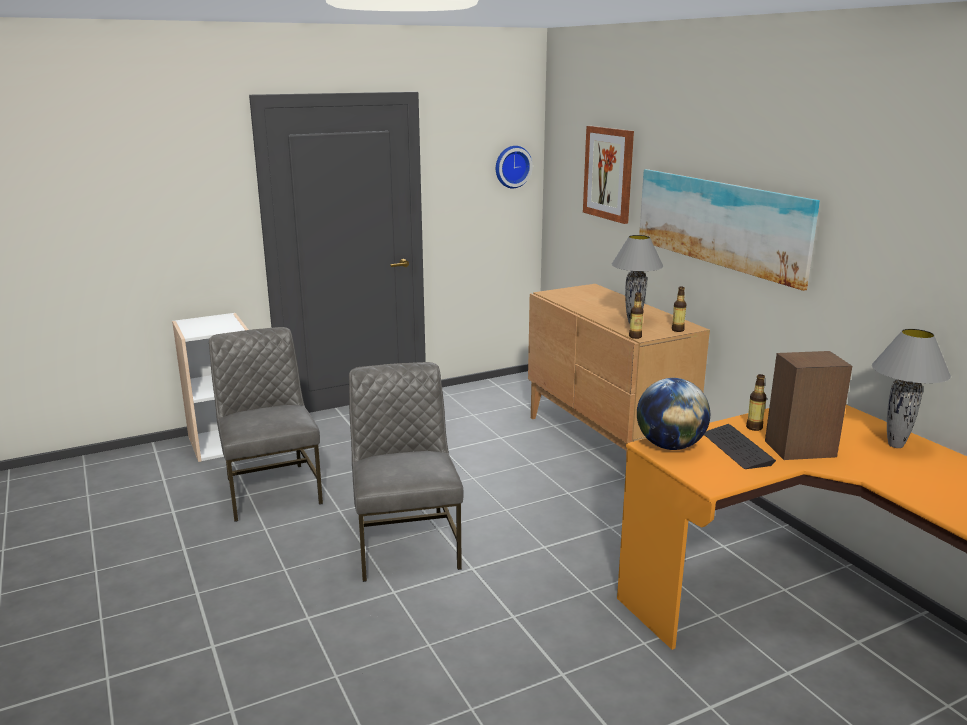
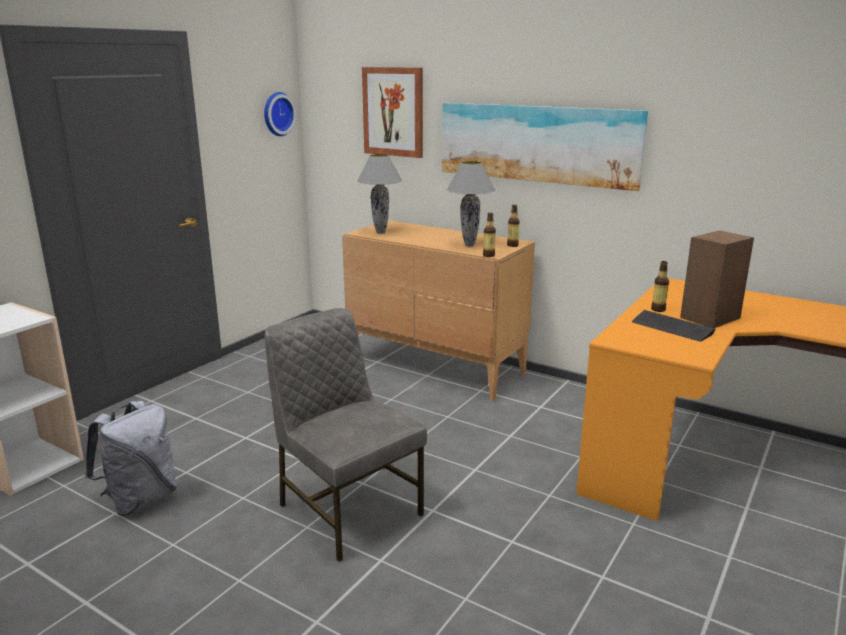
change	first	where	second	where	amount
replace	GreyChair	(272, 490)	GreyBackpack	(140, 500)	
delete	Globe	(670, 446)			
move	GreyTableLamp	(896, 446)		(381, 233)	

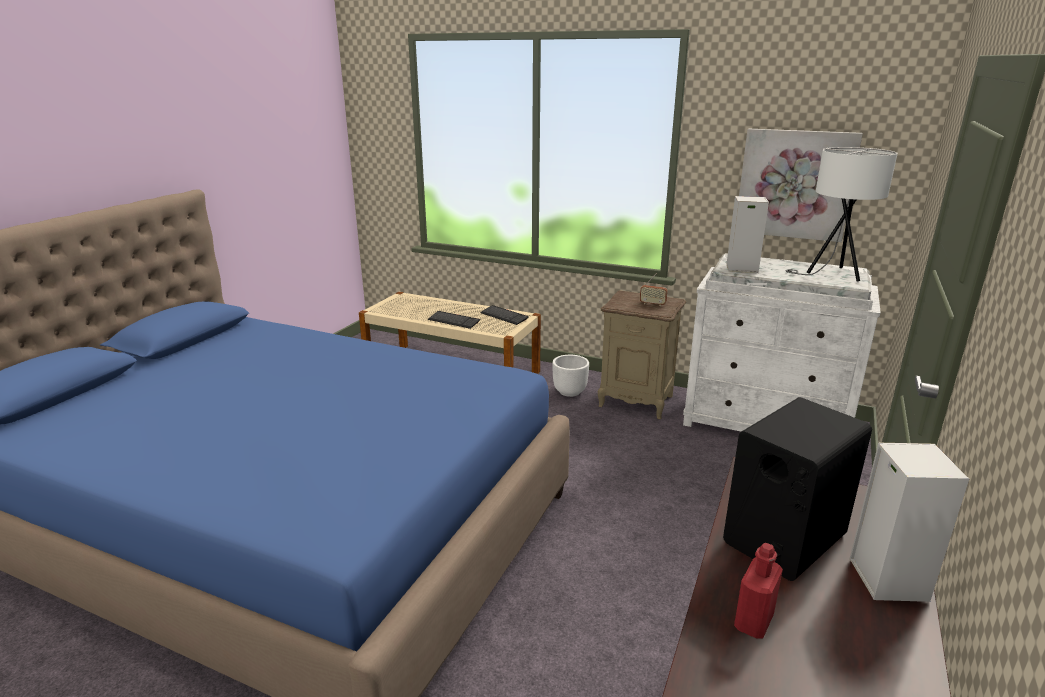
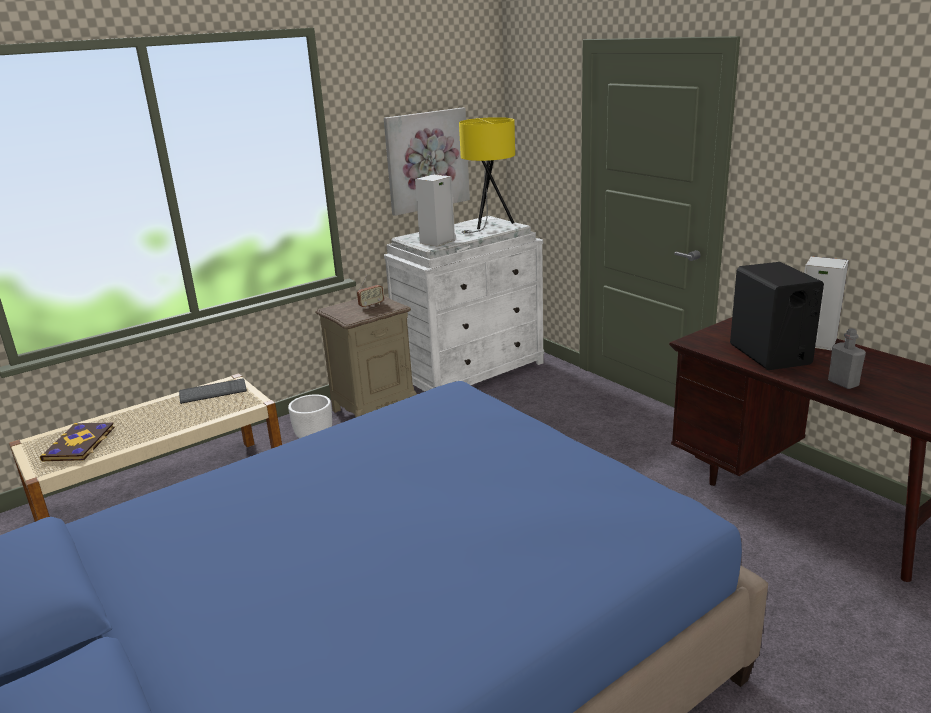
change	first	where	second	where	amount
delete	Keyboard	(454, 321)			
recolor	RedBottle	(753, 622)	GreyBottle	(843, 383)	
recolor	WhiteTableLamp	(831, 275)	YellowTableLamp	(488, 225)	
insert			Book	(80, 444)	

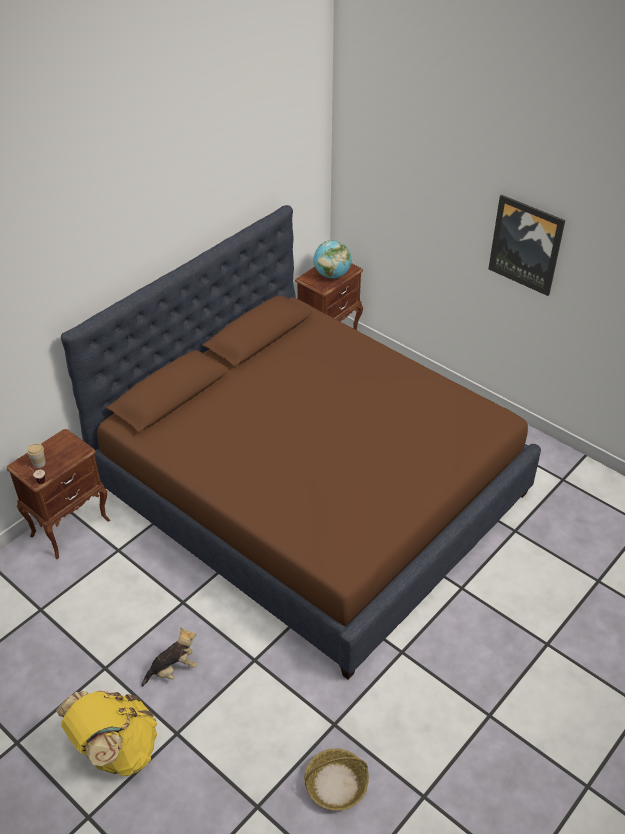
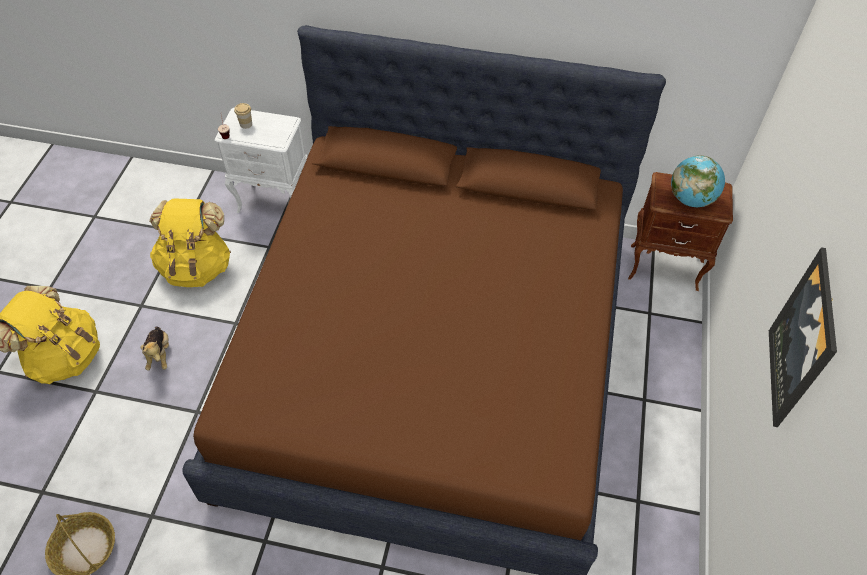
change	first	where	second	where	amount
recolor	BrownNightstand	(70, 528)	WhiteNightstand	(275, 202)	
rotate	PlushToy	(173, 669)		(159, 354)	45 degrees clockwise
insert			YellowBackpack	(197, 267)	

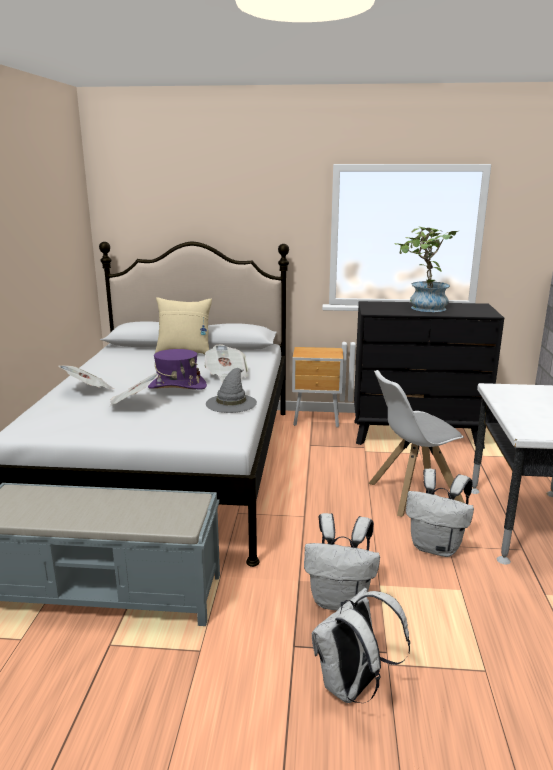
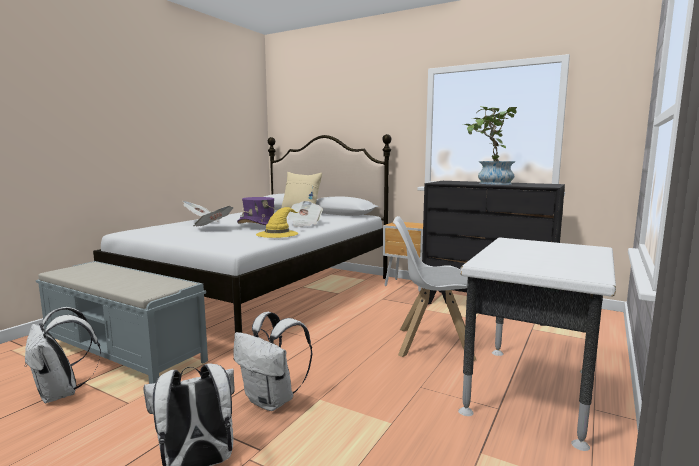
change	first	where	second	where	amount
recolor	GreyHat	(231, 403)	YellowHat	(277, 234)	
move	WhiteBackpack	(436, 547)		(62, 393)	

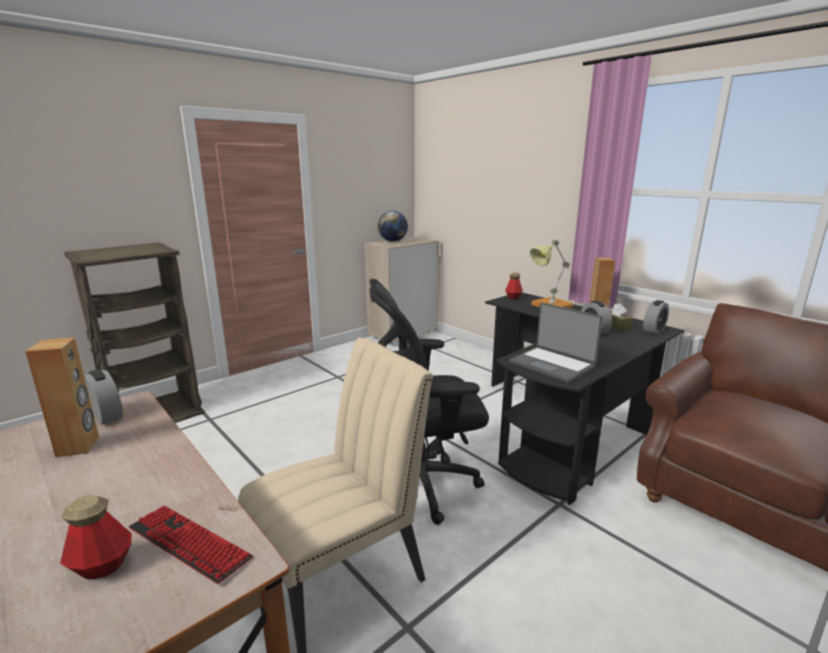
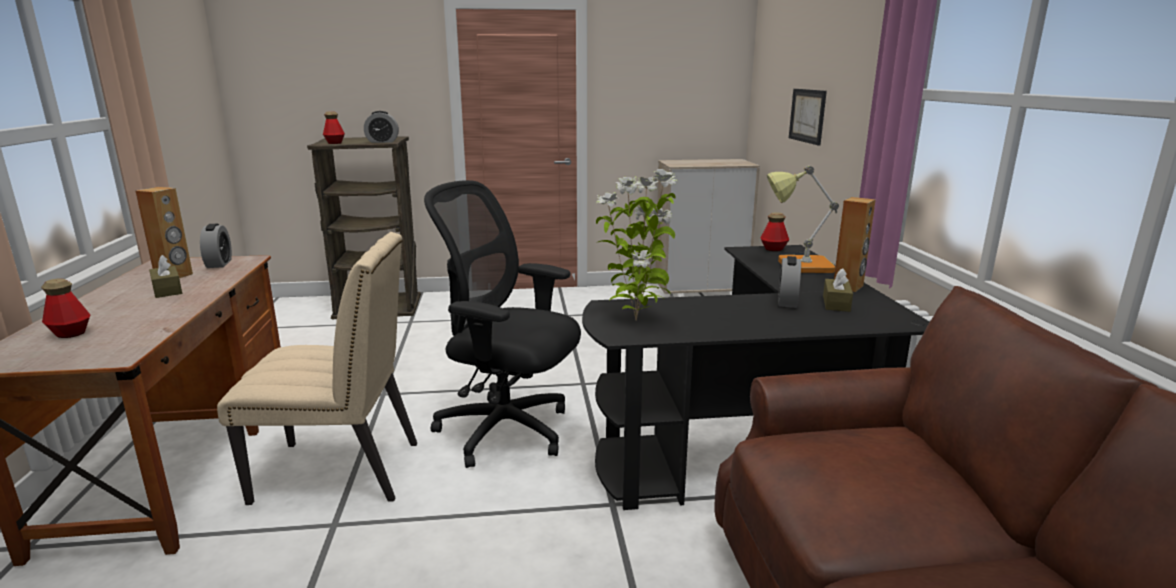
change	first	where	second	where	amount
delete	Keyboard	(189, 544)			
delete	Globe	(393, 241)			
replace	Laptop	(553, 365)	PottedPlant	(636, 319)	
move	AlarmClock	(654, 330)		(382, 142)	
insert			BrownTissueBox	(167, 290)	
insert			Bottle	(334, 143)	
insert			Picture	(807, 115)	

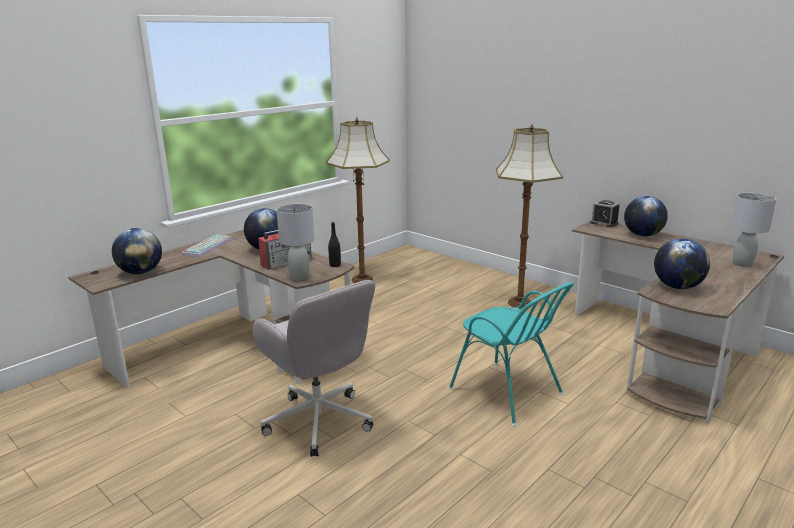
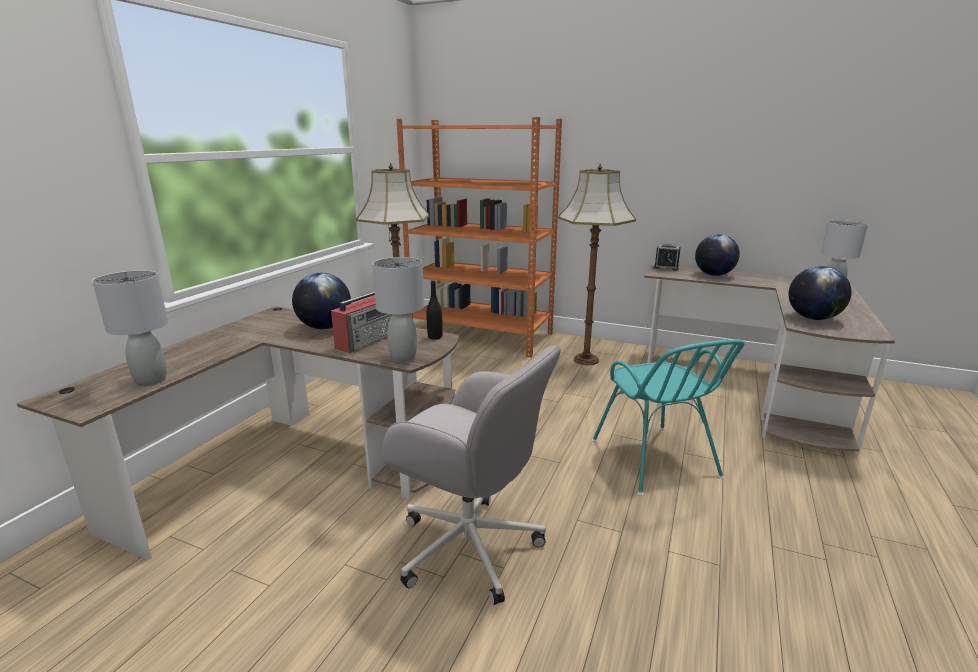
change	first	where	second	where	amount
replace	Globe	(141, 272)	GreyTableLamp	(151, 380)	
delete	Keyboard	(207, 246)			
rotate	TurquoiseChair	(508, 393)		(656, 461)	45 degrees clockwise
insert			OrangeBookcase	(481, 335)	

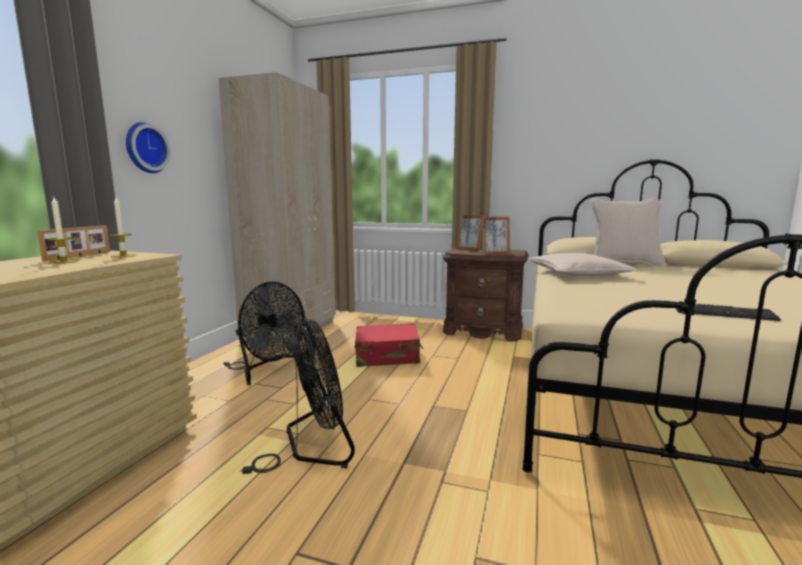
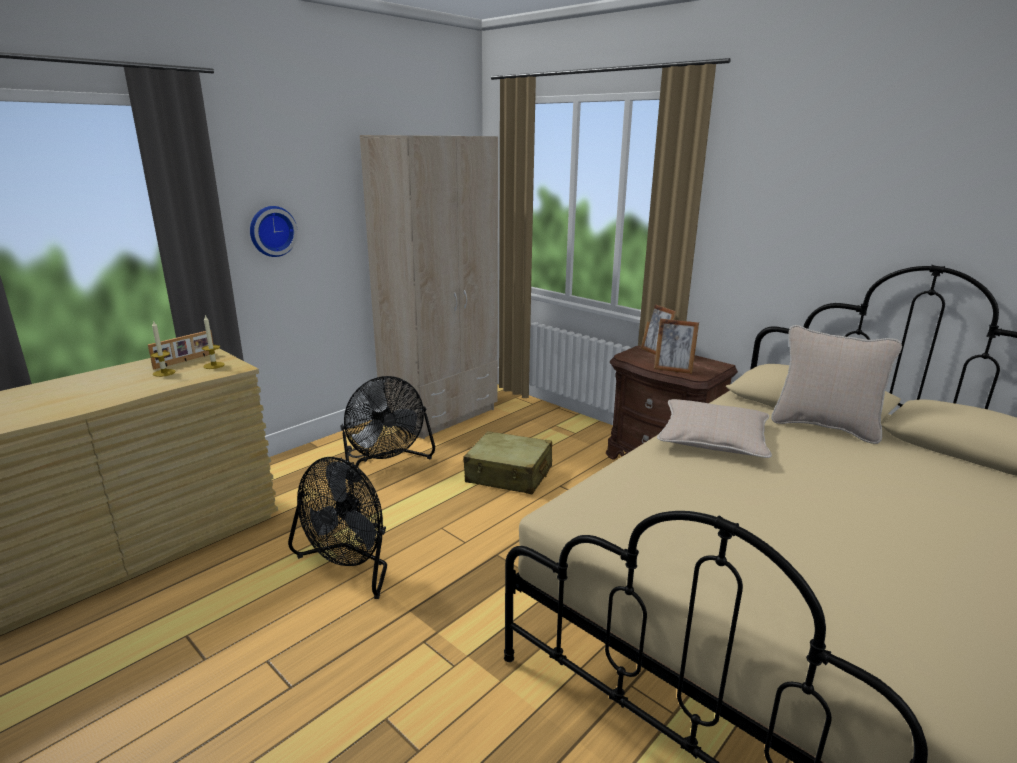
change	first	where	second	where	amount
rotate	BlackFan	(309, 443)		(350, 563)	120 degrees clockwise
recolor	RedSuitcase	(387, 356)	BeigeSuitcase	(509, 475)	
delete	Keyboard	(723, 313)			

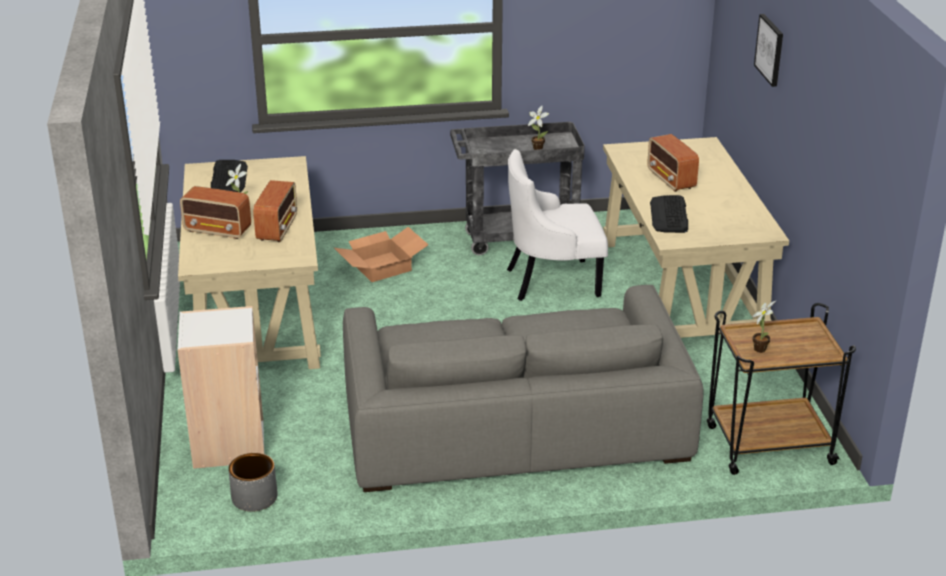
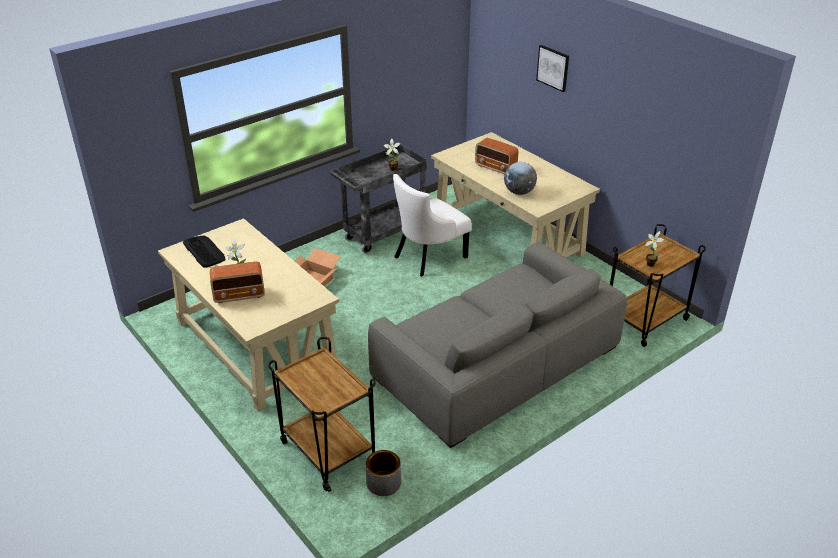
change	first	where	second	where	amount
replace	Bookcase	(229, 444)	BrownCart	(328, 451)	
delete	Radio	(277, 228)			
replace	Keyboard	(669, 215)	Globe	(519, 192)	

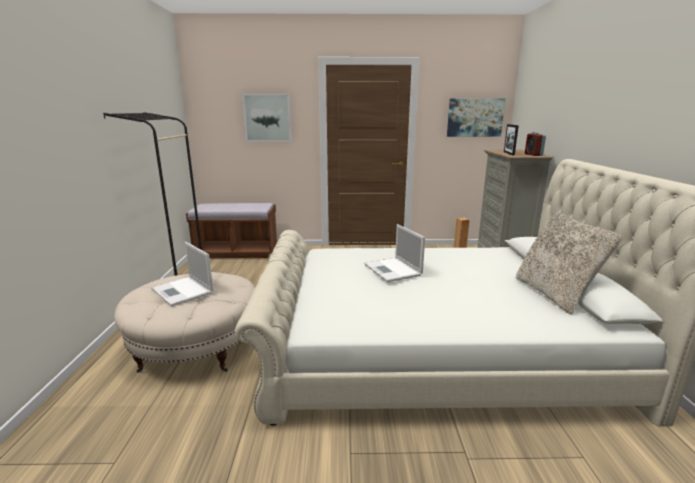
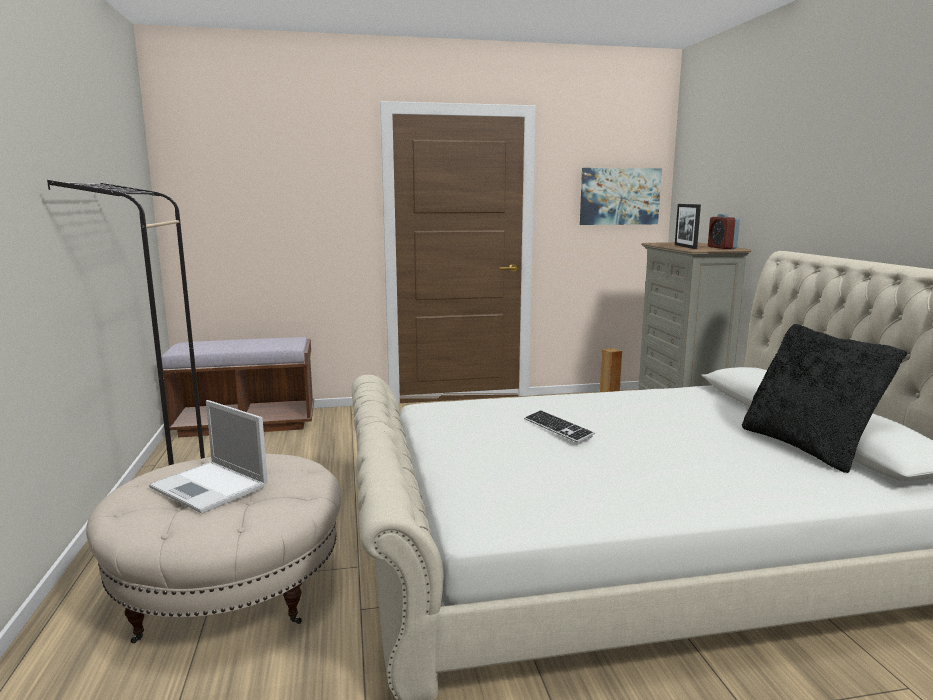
change	first	where	second	where	amount
delete	Picture	(267, 117)			
replace	Laptop	(393, 270)	Keyboard	(558, 428)	
recolor	BeigePillow	(555, 293)	BlackPillow	(808, 445)	

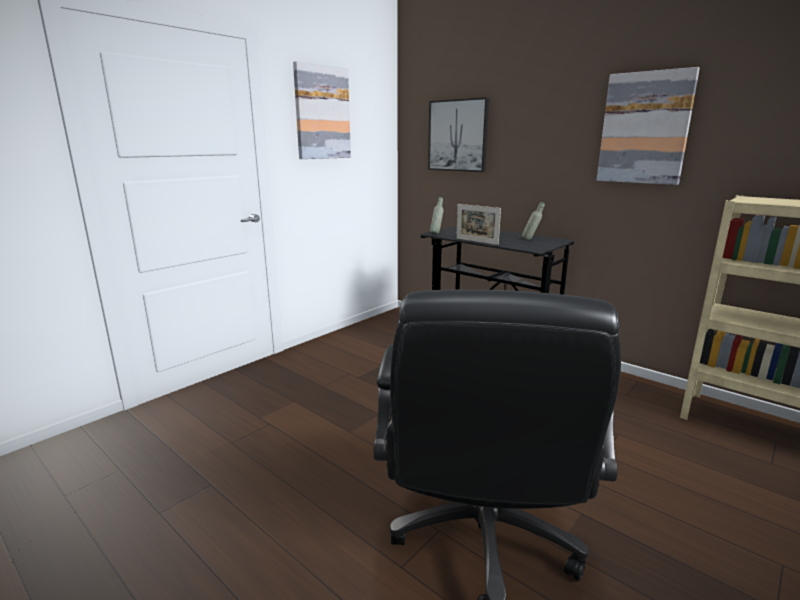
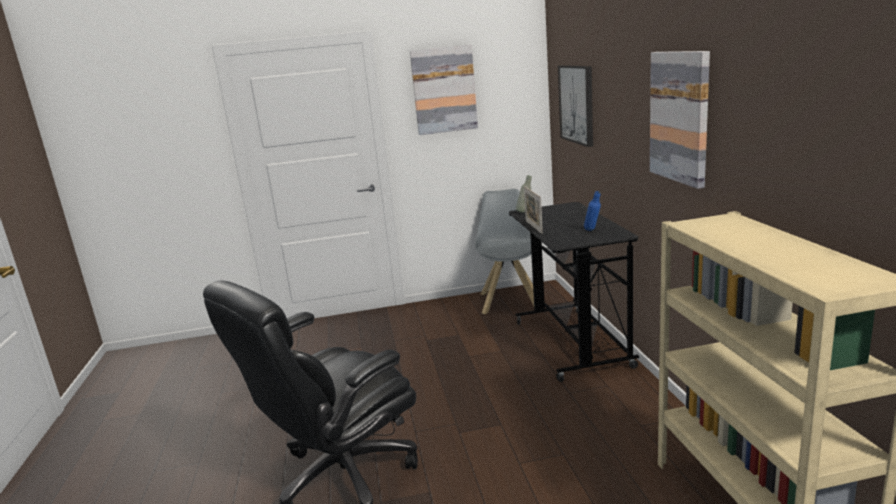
change	first	where	second	where	amount
recolor	GreyBottle	(531, 239)	BlueBottle	(592, 231)	
insert			GreyChair	(510, 300)	

